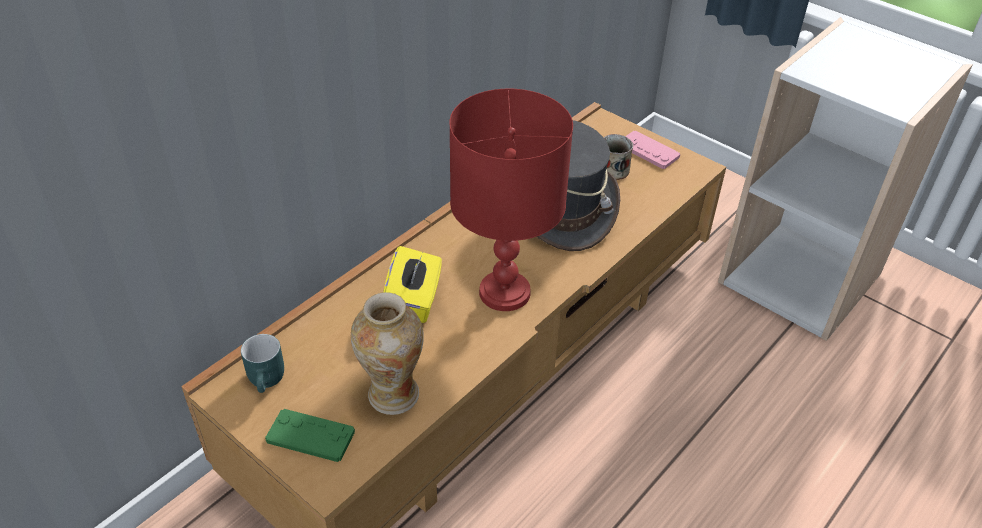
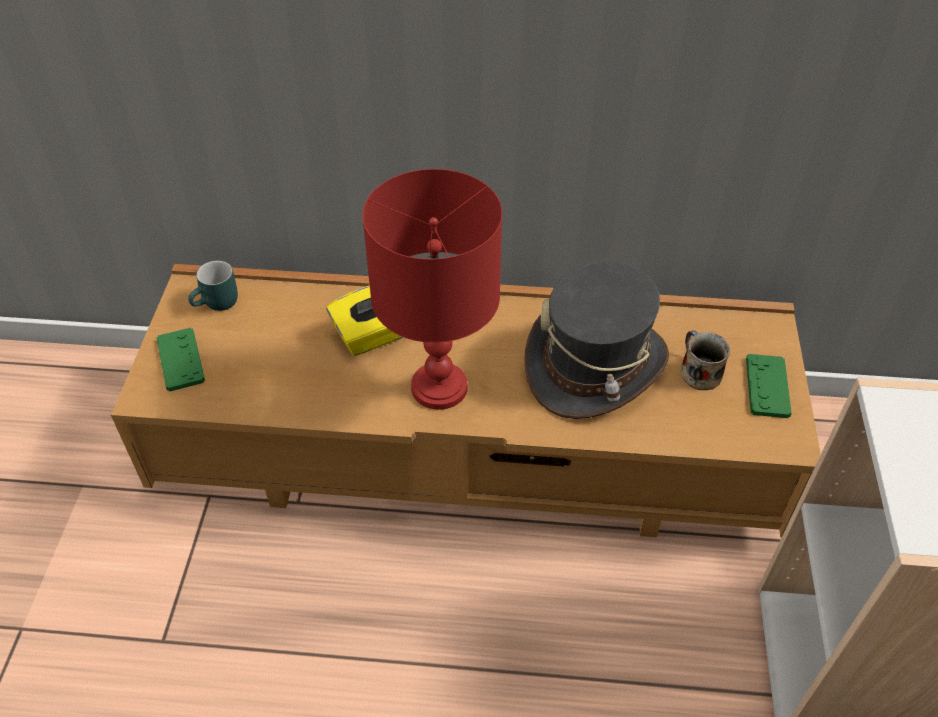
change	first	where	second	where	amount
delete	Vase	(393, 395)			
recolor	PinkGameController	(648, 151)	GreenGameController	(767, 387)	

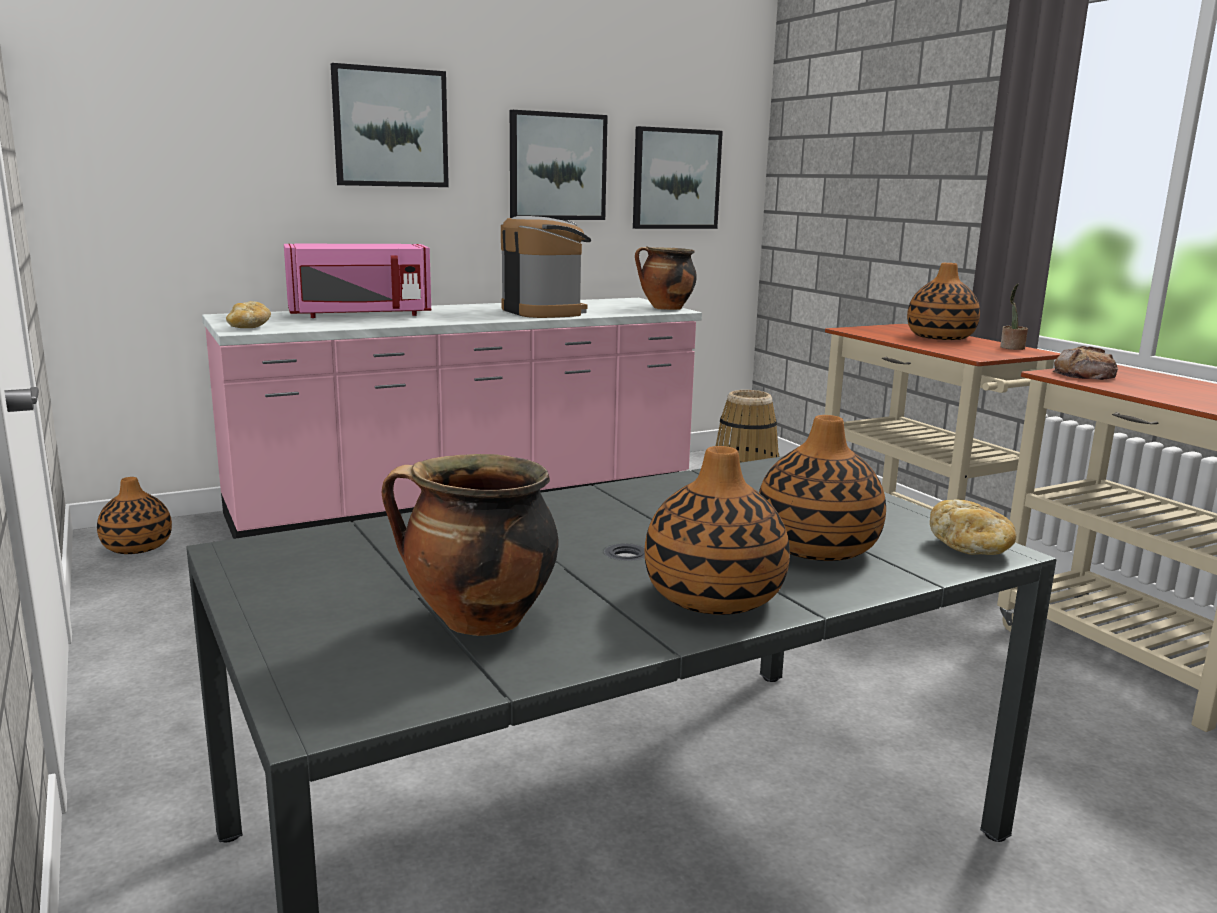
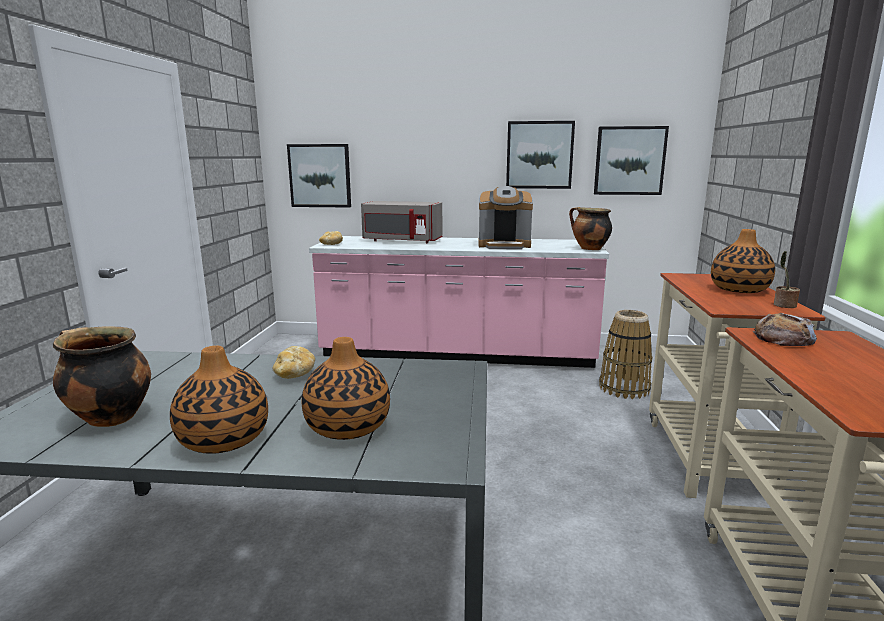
change	first	where	second	where	amount
delete	Vase	(137, 547)			
recolor	PinkMicrowave	(360, 315)	GreyMicrowave	(401, 241)	
move	Picture	(390, 128)		(320, 175)	
rotate	CoffeeMachine	(544, 311)		(504, 245)	90 degrees clockwise
move	Bread	(971, 548)		(294, 374)	

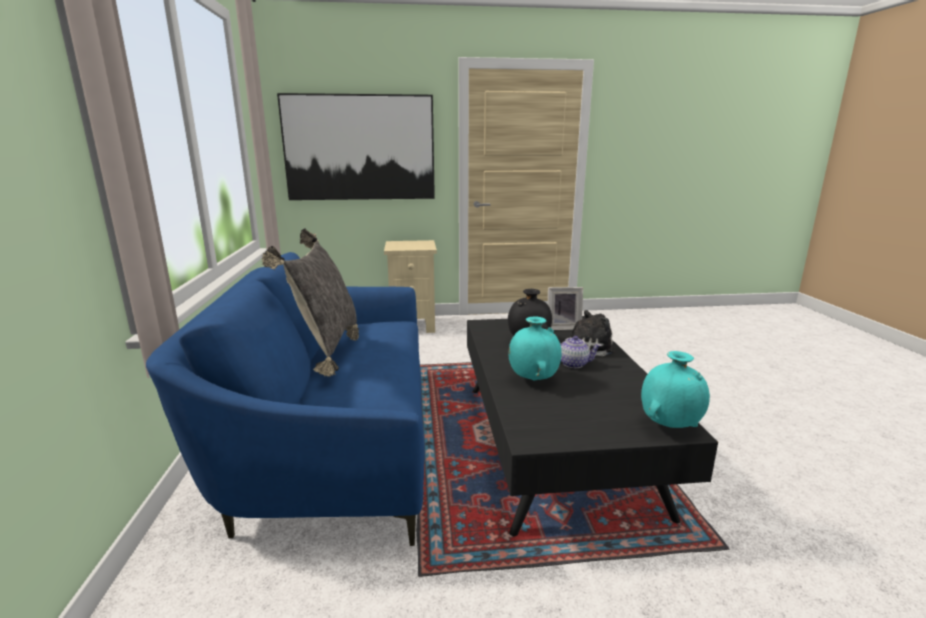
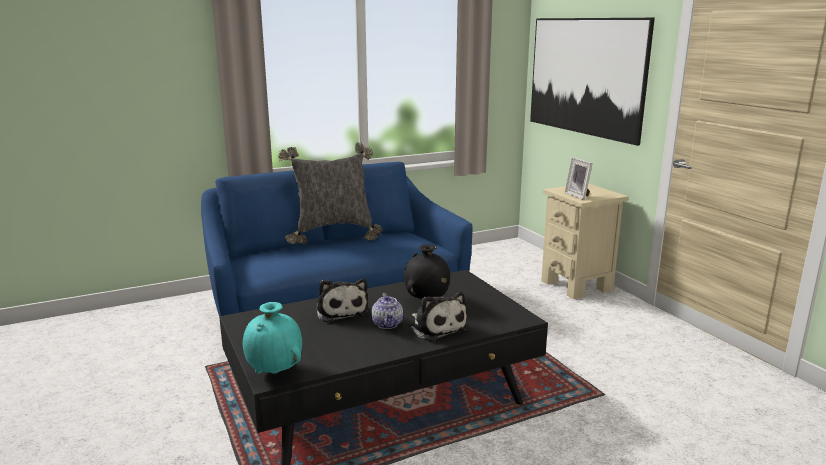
change	first	where	second	where	amount
replace	TurquoiseVase	(533, 379)	PlushToy	(341, 310)	
move	PictureFrame	(562, 327)		(579, 196)	

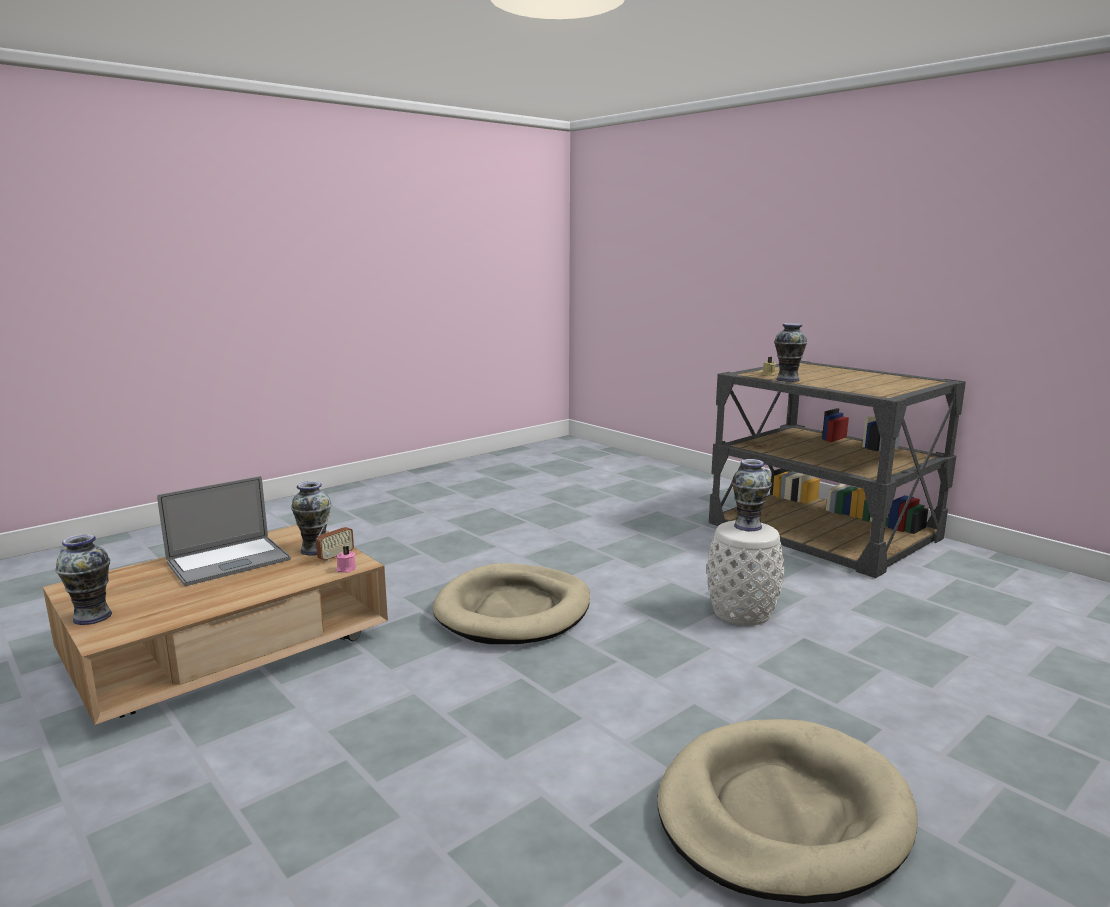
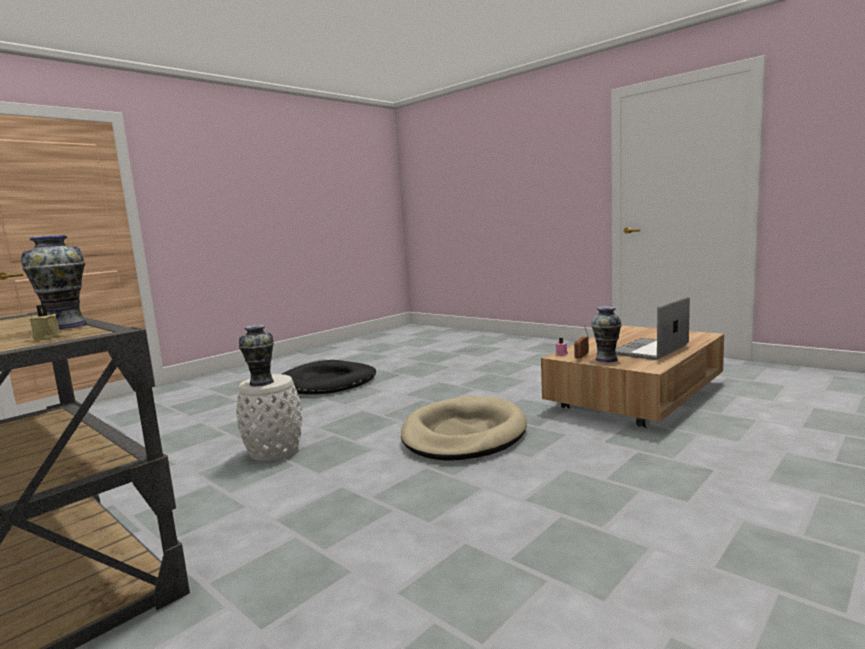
change	first	where	second	where	amount
delete	Vase	(93, 616)			
recolor	BeigeDogBed	(781, 814)	BlackDogBed	(328, 382)	

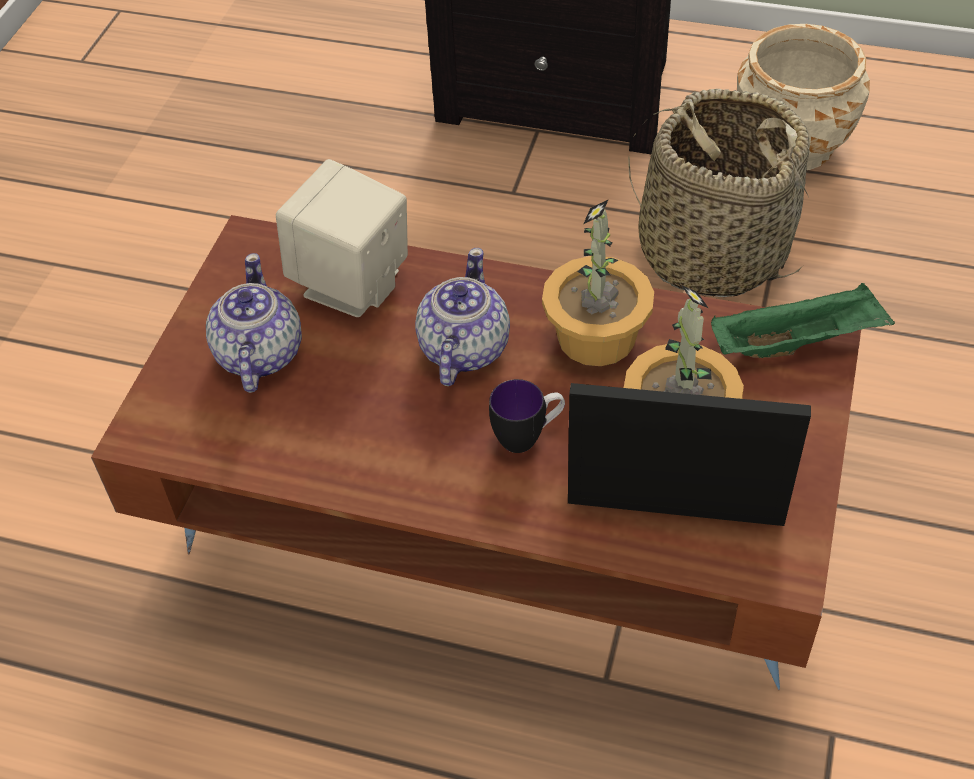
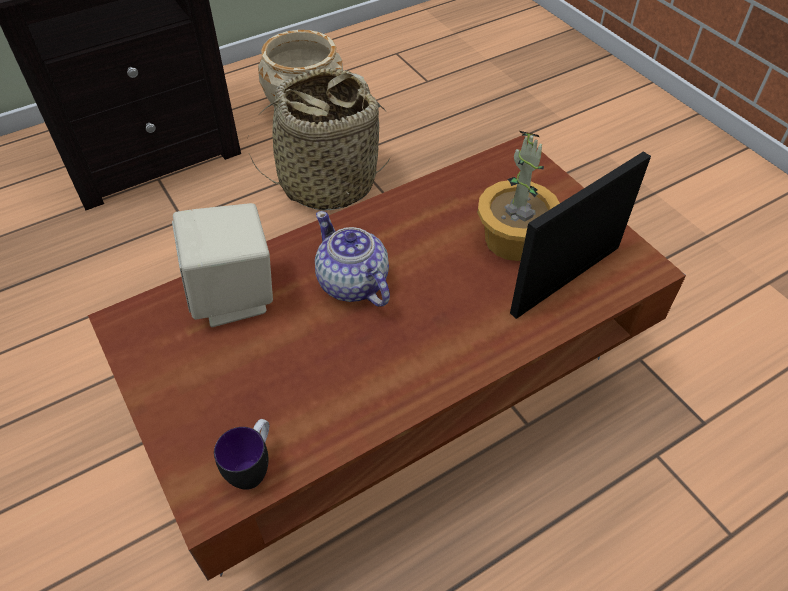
change	first	where	second	where	amount
delete	Teapot	(258, 355)			
move	Mug	(528, 437)		(253, 467)	
delete	PottedPlant	(598, 337)			
delete	GreenTray	(798, 342)			

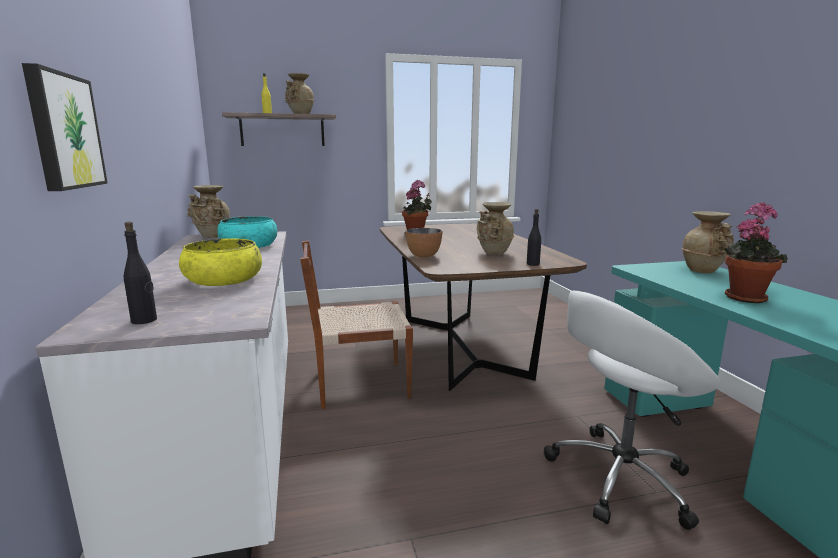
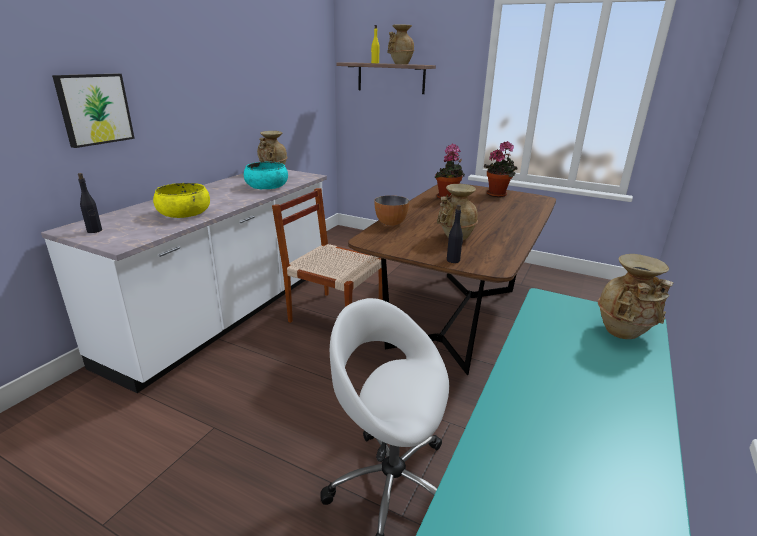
change	first	where	second	where	amount
move	PottedPlant	(744, 297)		(498, 194)	

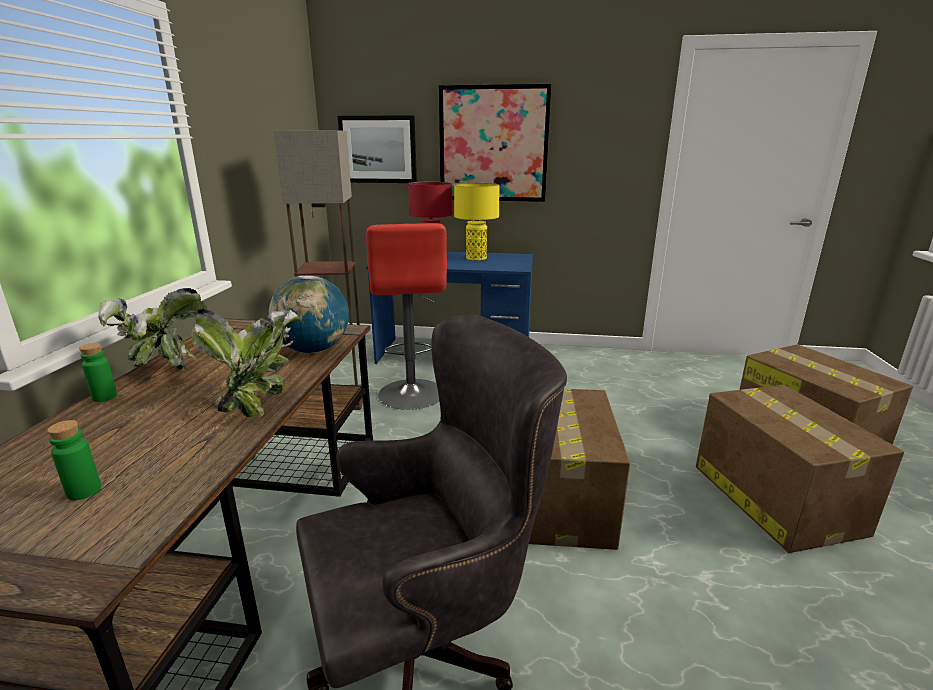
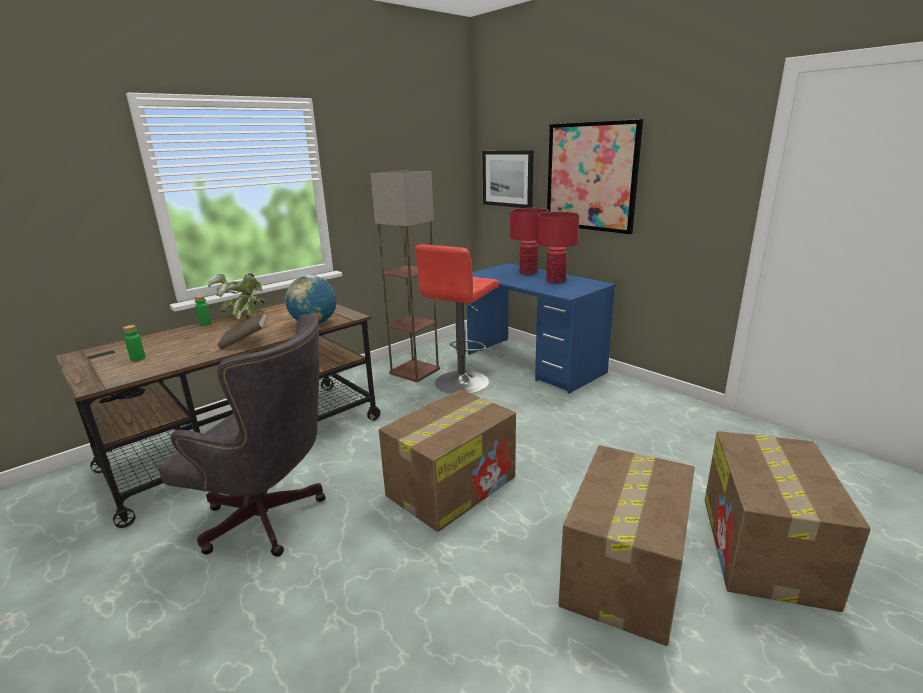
change	first	where	second	where	amount
replace	PottedPlant	(258, 399)	BrownBook	(245, 342)	
recolor	YellowTableLamp	(476, 258)	RedTableLamp	(555, 280)	

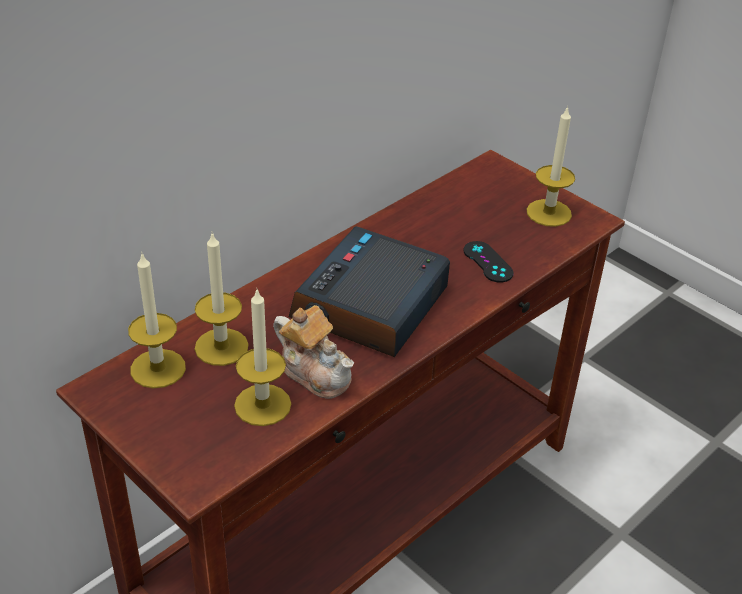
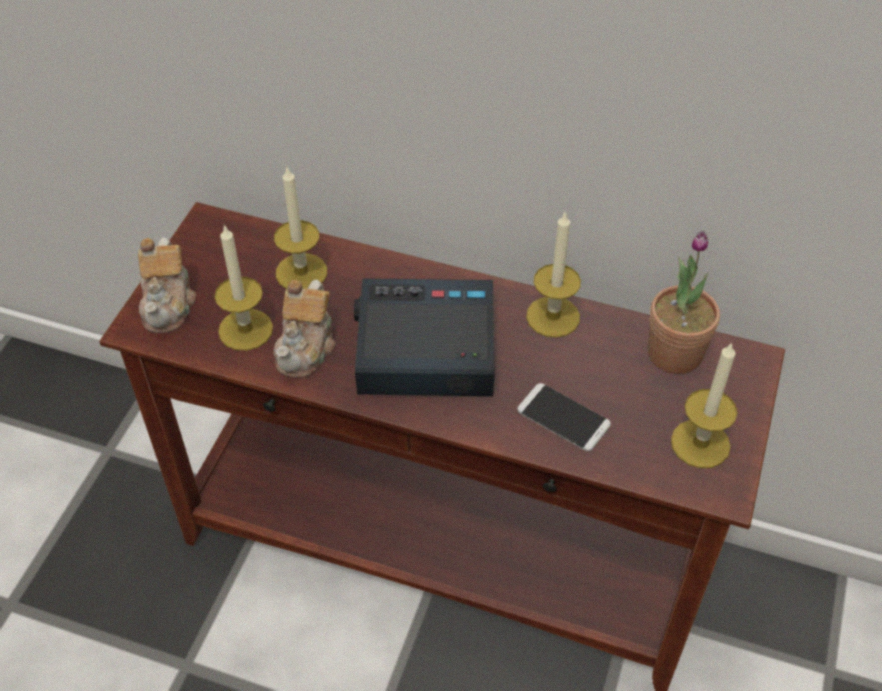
change	first	where	second	where	amount
move	Candle	(158, 368)		(553, 316)	
replace	BlackGameController	(487, 262)	Phone	(563, 417)	
insert			Teapot	(169, 304)	
insert			PottedPlant	(674, 353)	

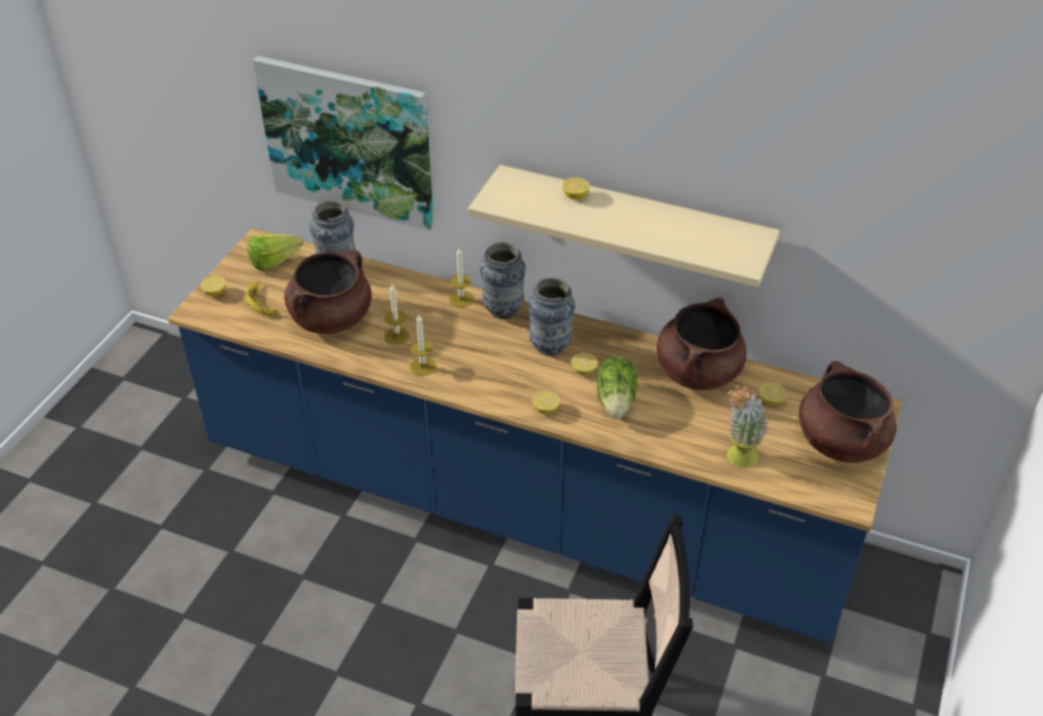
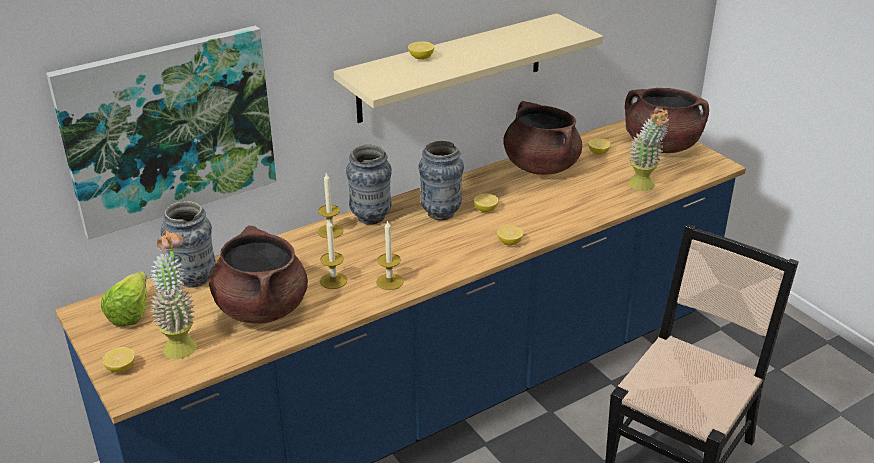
change	first	where	second	where	amount
replace	Banana	(262, 303)	PottedPlant	(181, 342)	
delete	Lettuce	(617, 401)			

